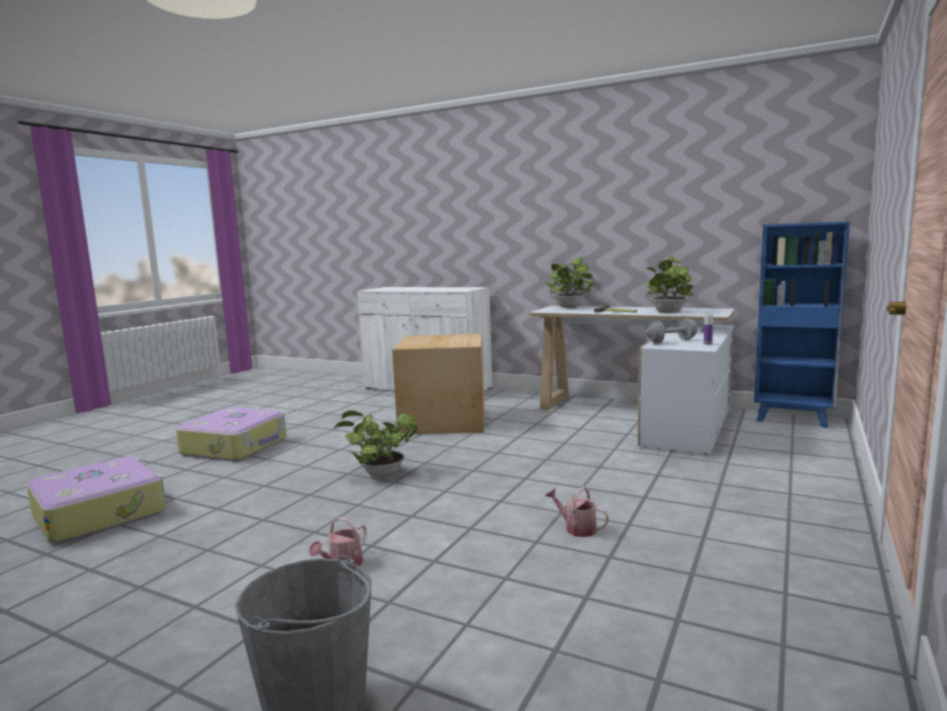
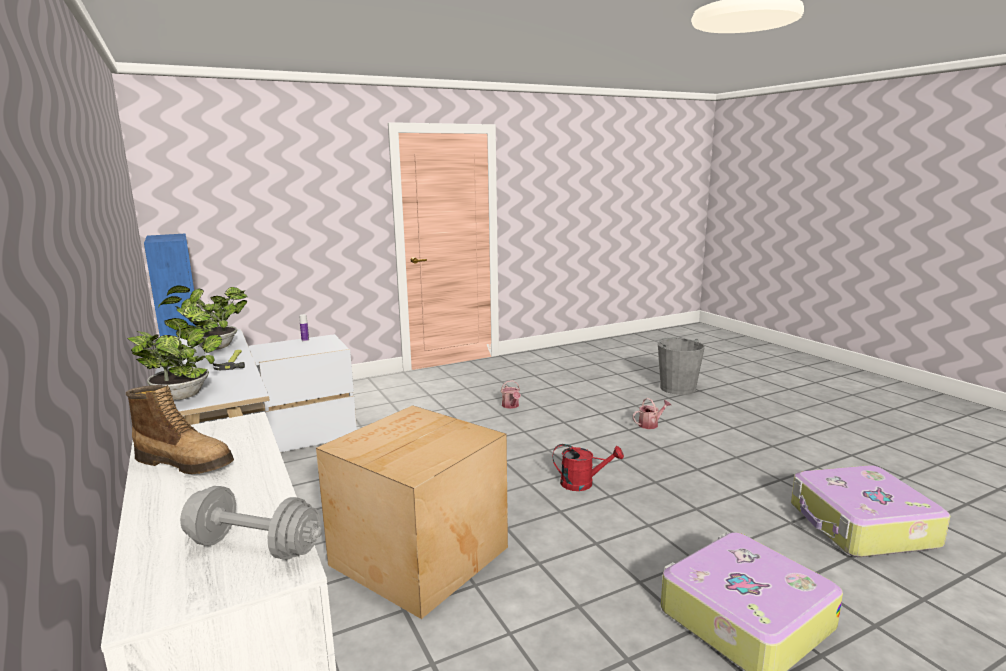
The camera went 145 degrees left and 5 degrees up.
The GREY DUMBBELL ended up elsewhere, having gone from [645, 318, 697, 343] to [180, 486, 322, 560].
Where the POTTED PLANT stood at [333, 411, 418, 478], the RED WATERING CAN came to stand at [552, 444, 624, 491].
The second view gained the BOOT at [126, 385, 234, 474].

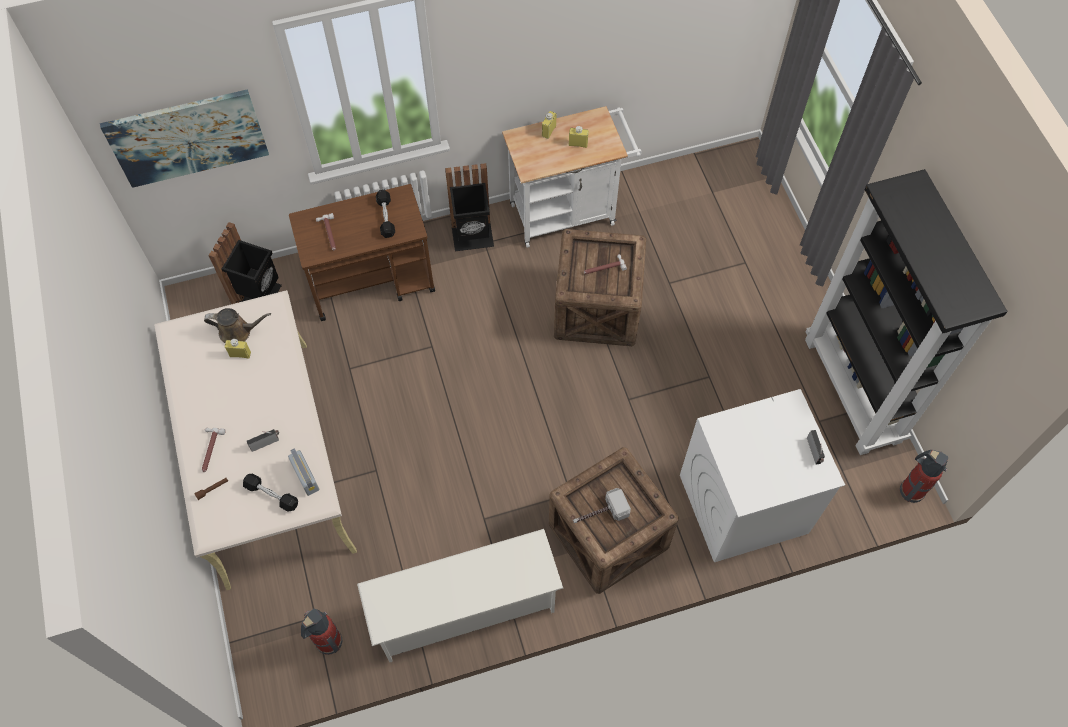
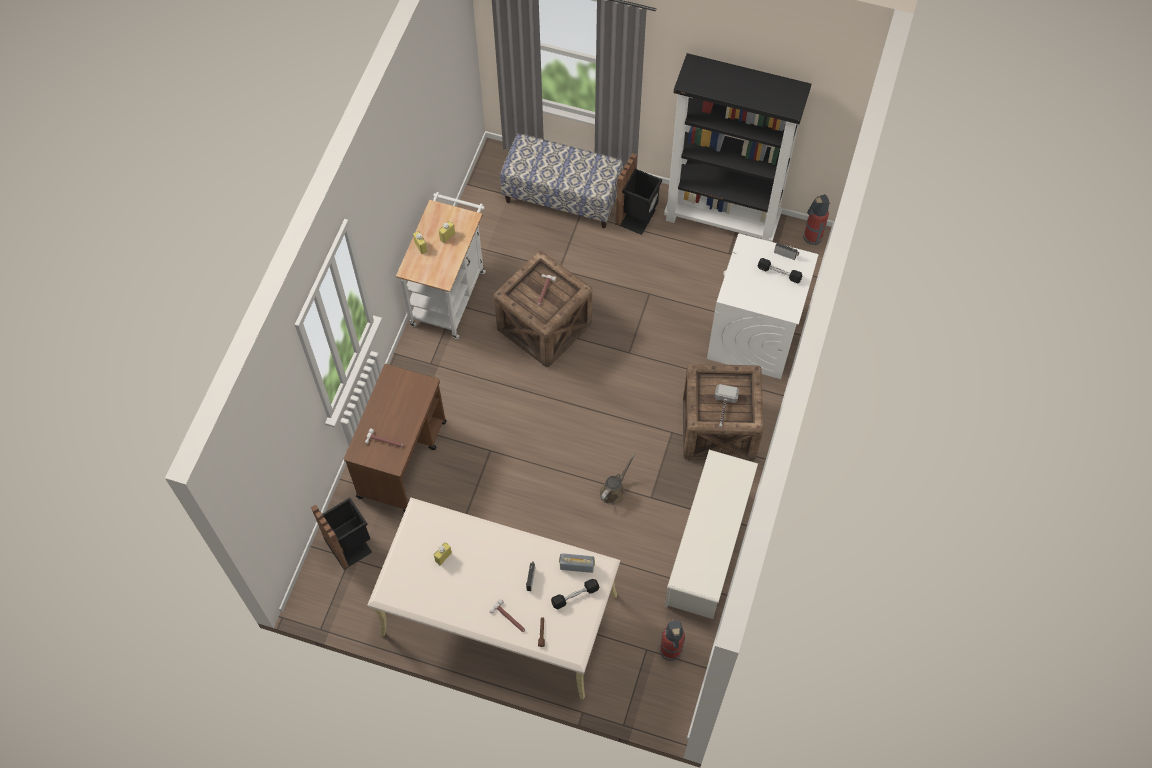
The camera went 55 degrees left and 0 degrees up.
The second view lost the PICTURE at [100, 89, 269, 188].
The BLACK TRASH CAN ended up elsewhere, having gone from [445, 163, 494, 251] to [615, 153, 662, 235].
The BLACK DUMBBELL ended up elsewhere, having gone from [376, 190, 395, 238] to [758, 258, 802, 283].
The BROWN WATERING CAN ended up elsewhere, having gone from [204, 308, 271, 343] to [600, 454, 635, 505].
The second view gained the BENCH at [500, 133, 623, 228].

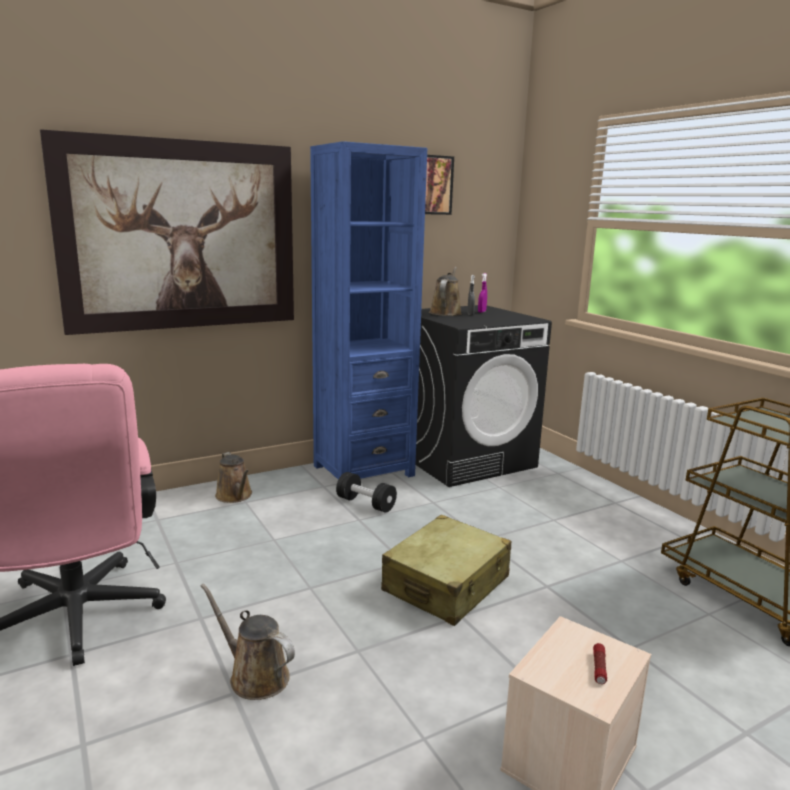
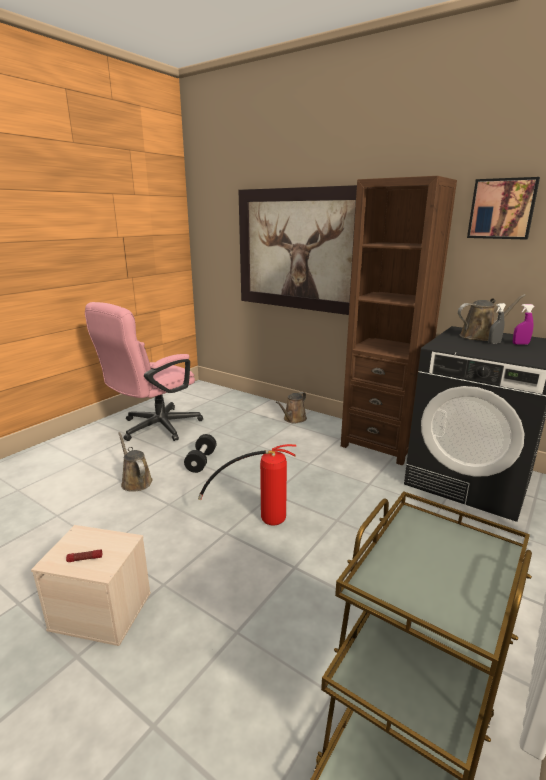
The camera went 65 degrees right and 5 degrees up.
What was the BLUE BOOKCASE at [310, 141, 427, 479] turned into the BROWN BOOKCASE at [341, 176, 457, 465].
The BLACK DUMBBELL ended up elsewhere, having gone from [336, 472, 397, 513] to [184, 434, 217, 473].
Where the BEIGE SUITCASE stood at [381, 515, 512, 626], the FIRE EXTINGUISHER came to stand at [198, 444, 296, 525].
The BROWN WATERING CAN at [201, 583, 295, 700] ended up facing another way, 45 degrees counterclockwise from before.

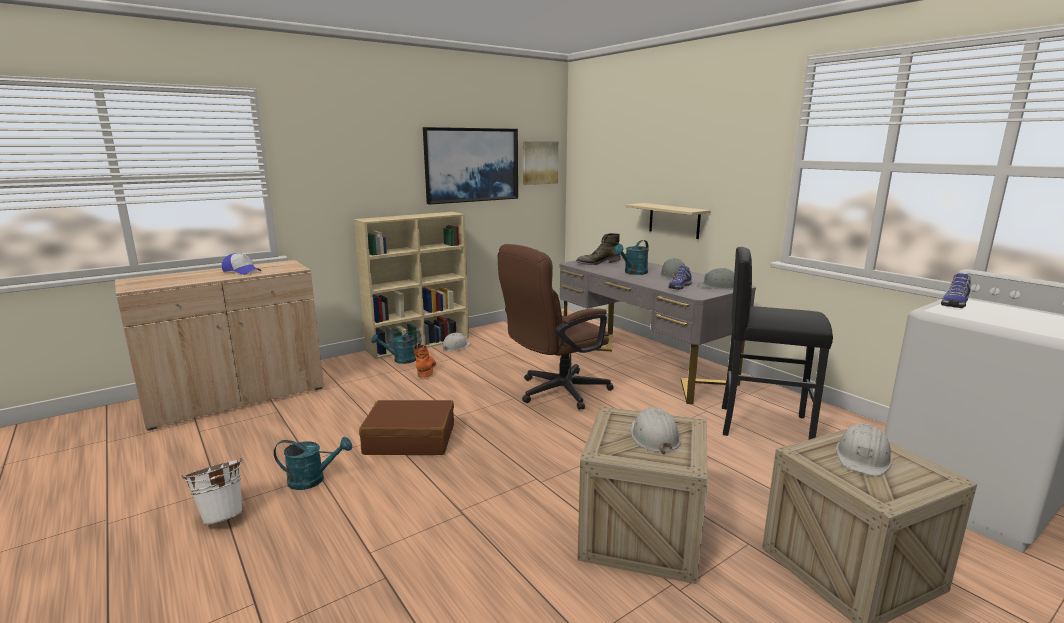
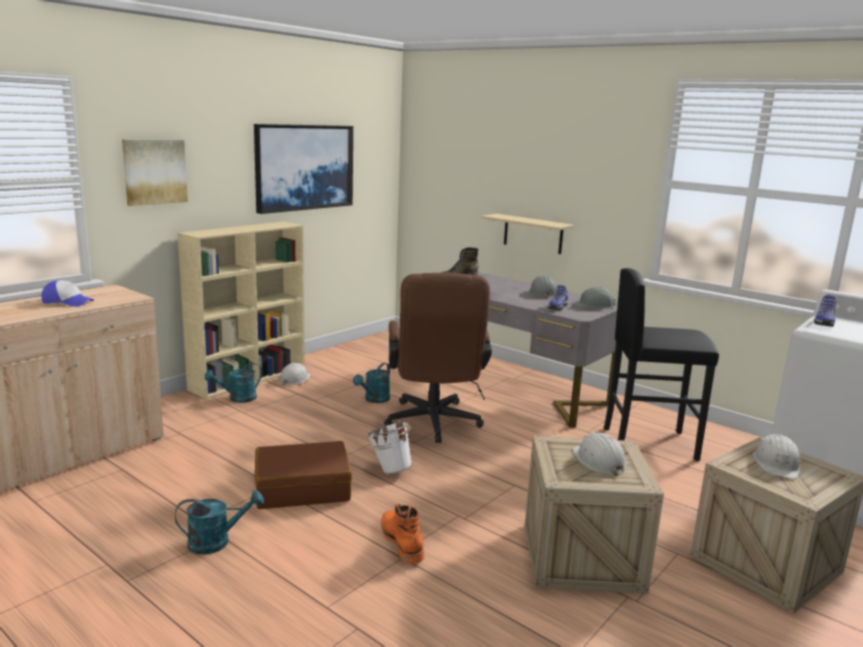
The camera went 15 degrees left and 0 degrees up.
The PICTURE ended up elsewhere, having gone from [523, 141, 558, 185] to [122, 140, 188, 206].
The TURQUOISE WATERING CAN ended up elsewhere, having gone from [614, 240, 649, 275] to [353, 363, 390, 403].
The BROWN OFFICE CHAIR at [498, 244, 613, 410] ended up facing another way, 45 degrees counterclockwise from before.
The ORANGE BOOT ended up elsewhere, having gone from [414, 343, 436, 378] to [381, 504, 424, 564].
The WHITE BUCKET ended up elsewhere, having gone from [181, 457, 243, 525] to [367, 420, 412, 474].

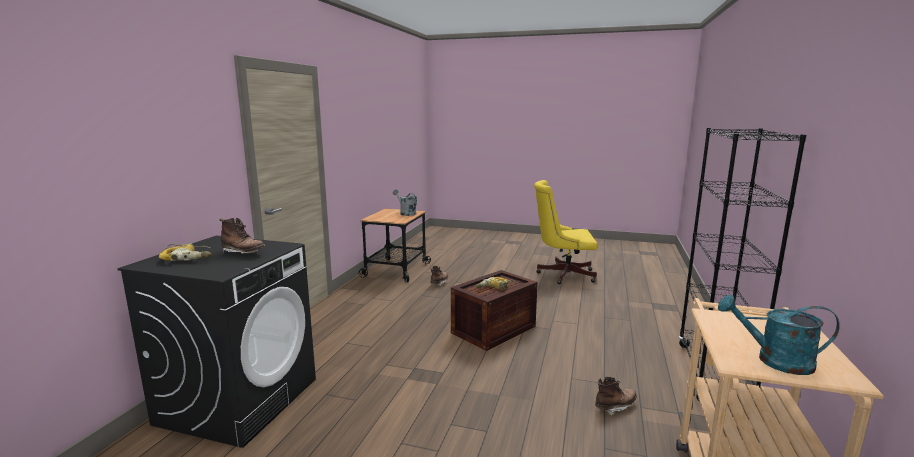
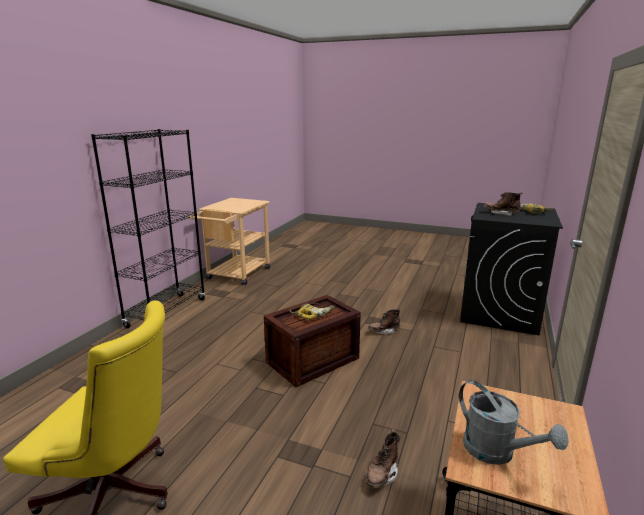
The camera went 175 degrees left and 5 degrees up.
The second view lost the TURQUOISE WATERING CAN at [718, 294, 840, 375].
The BROWN BOOT ended up elsewhere, having gone from [595, 377, 637, 416] to [368, 308, 400, 334].

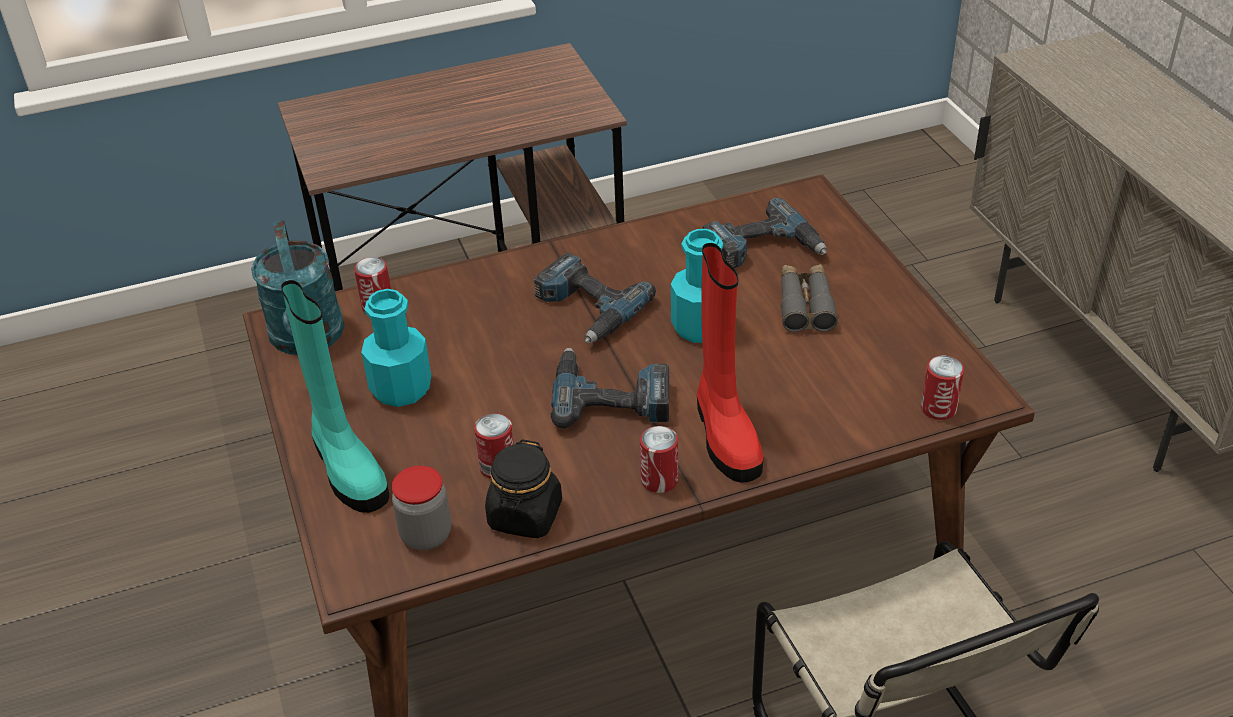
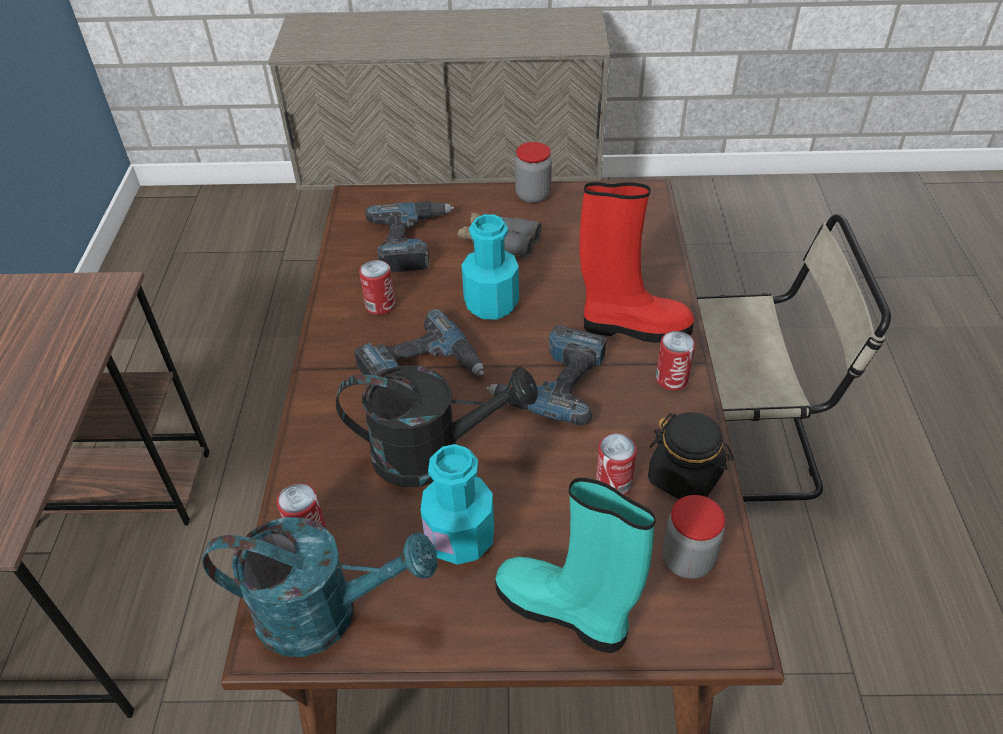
The camera went 70 degrees left and 5 degrees up.
The TURQUOISE BOOT at [281, 280, 389, 513] ended up facing another way, 135 degrees counterclockwise from before.
The CAN ended up elsewhere, having gone from [921, 356, 964, 420] to [359, 260, 395, 315].
The second view gained the JAR at [515, 142, 552, 203].
The second view gained the BLACK WATERING CAN at [336, 365, 538, 487].

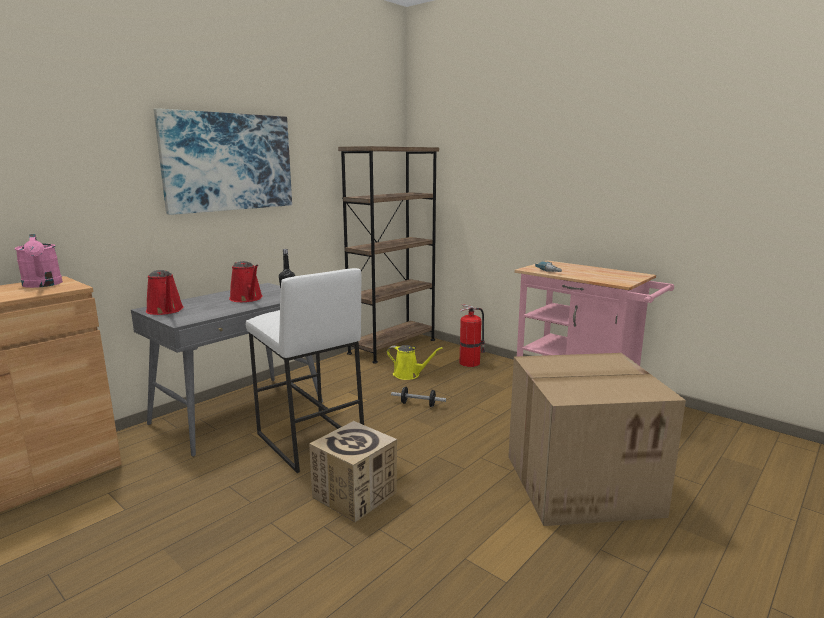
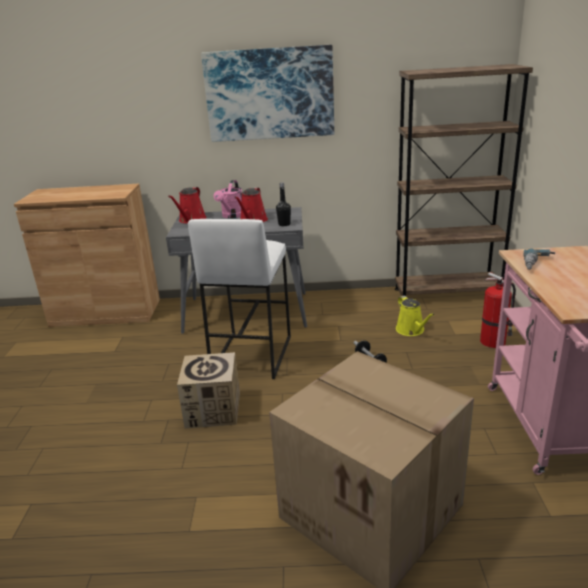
The camera went 50 degrees right and 10 degrees up.
The PINK WATERING CAN ended up elsewhere, having gone from [15, 234, 63, 288] to [214, 180, 242, 219].

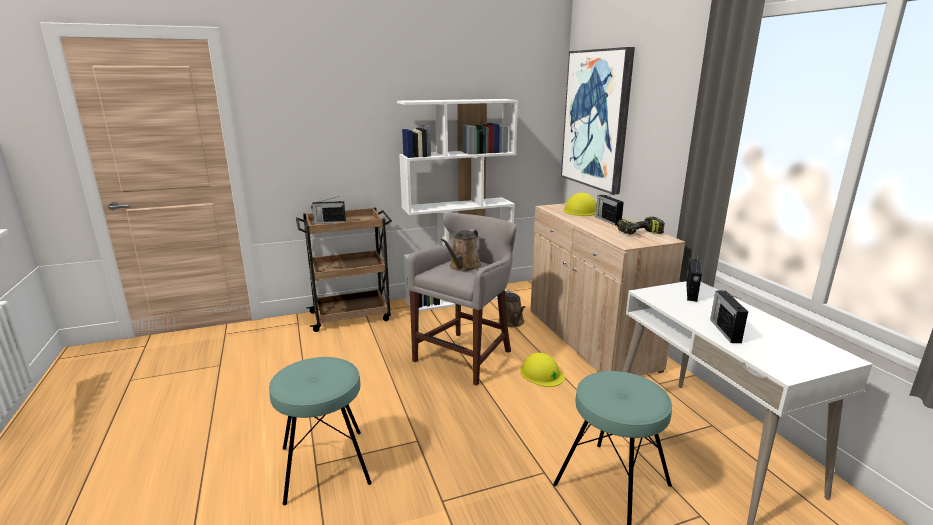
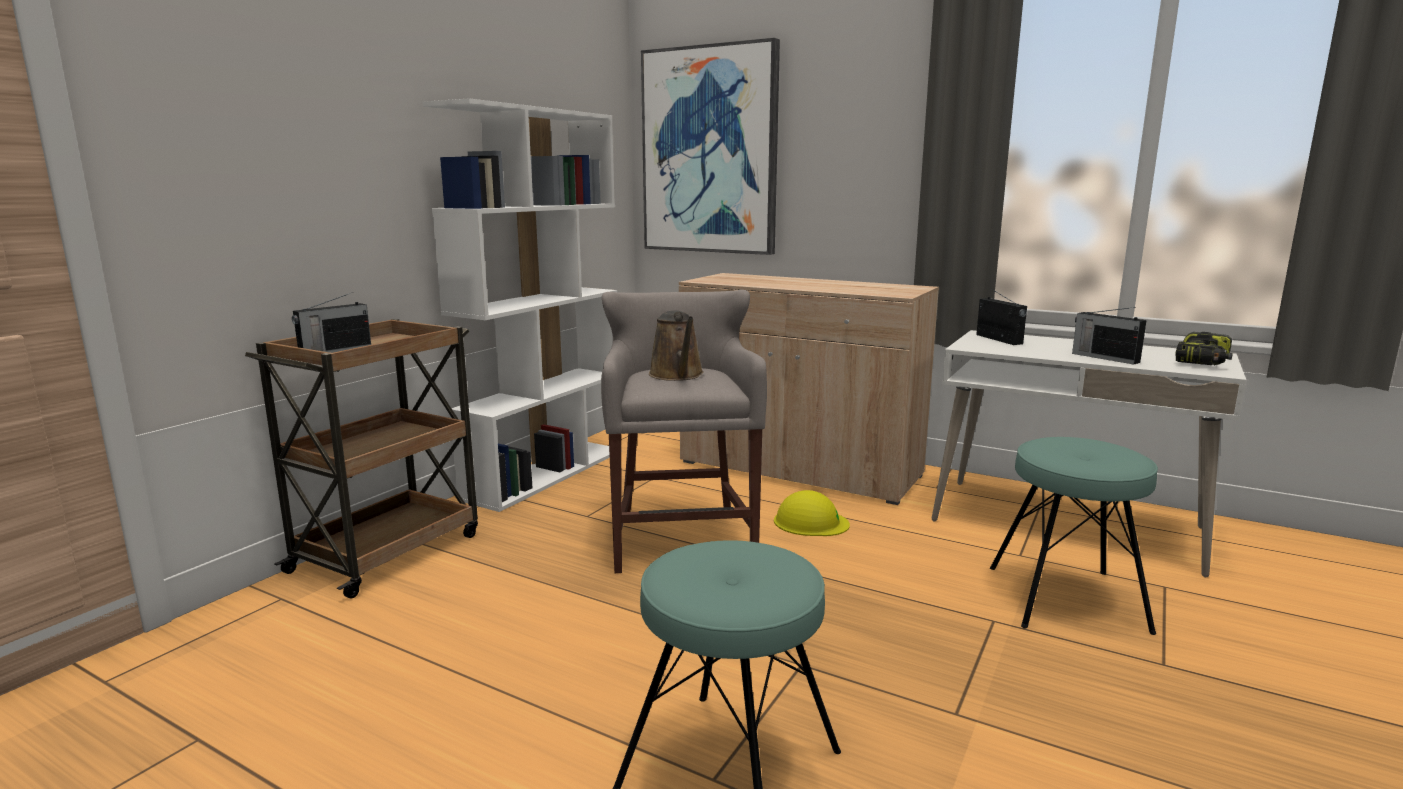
The camera went 40 degrees left and 5 degrees down.
The second view lost the YELLOW HARD HAT at [563, 193, 597, 216].
The second view lost the RADIO at [596, 194, 624, 225].
The POWER DRILL ended up elsewhere, having gone from [617, 217, 665, 235] to [1176, 332, 1233, 366].
The second view lost the BROWN WATERING CAN at [498, 290, 525, 327].

